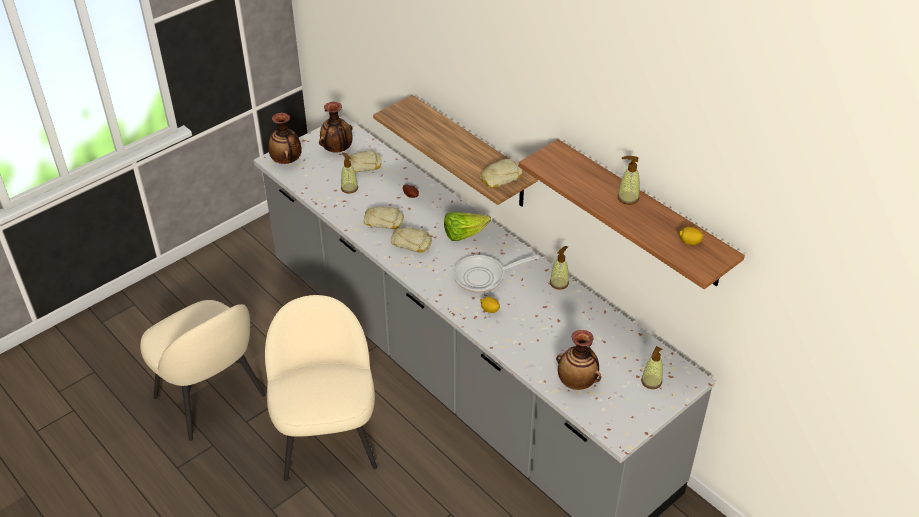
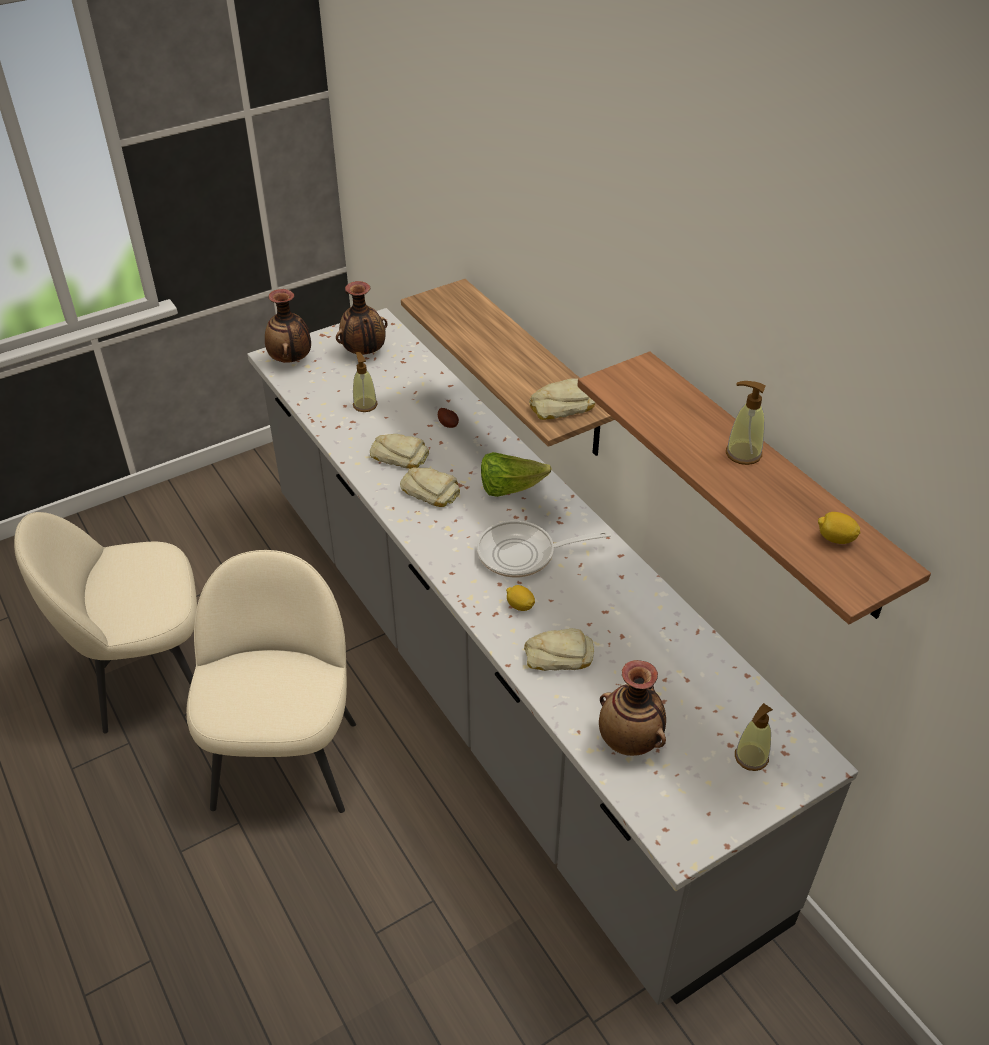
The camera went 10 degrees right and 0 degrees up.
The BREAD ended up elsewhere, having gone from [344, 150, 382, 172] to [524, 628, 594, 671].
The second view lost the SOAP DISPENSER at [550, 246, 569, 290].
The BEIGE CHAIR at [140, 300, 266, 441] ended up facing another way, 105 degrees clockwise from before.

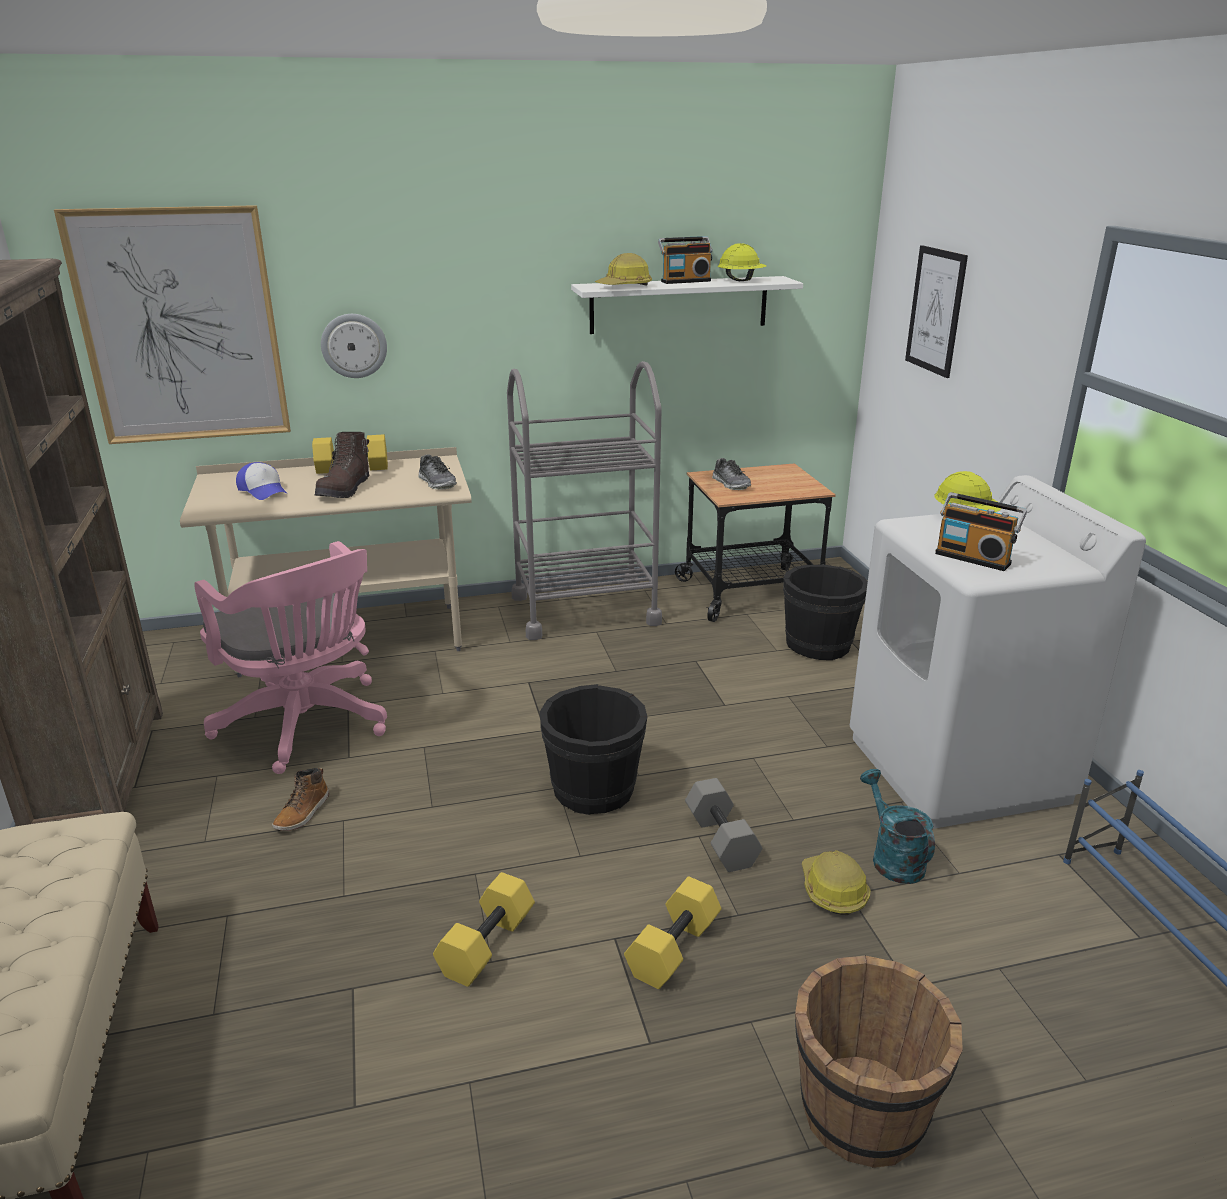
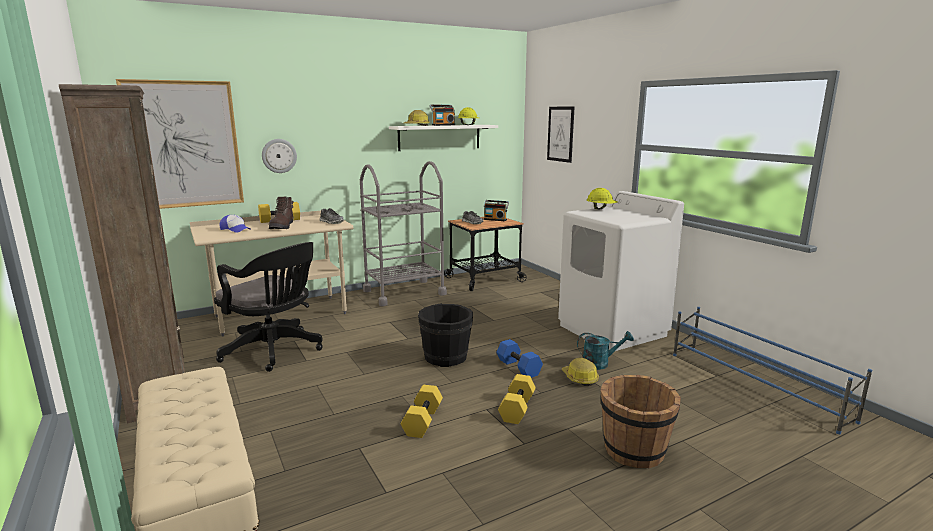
The camera went 15 degrees left and 10 degrees down.
The RADIO ended up elsewhere, having gone from [935, 492, 1027, 571] to [484, 200, 509, 221].
What was the PINK OFFICE CHAIR at [194, 541, 387, 774] turned into the BLACK OFFICE CHAIR at [214, 242, 323, 372].
The second view lost the BLACK BUCKET at [783, 565, 868, 660].
The second view lost the BOOT at [272, 768, 329, 831].
The TURQUOISE WATERING CAN at [860, 769, 935, 884] ended up facing another way, 120 degrees clockwise from before.
What was the GREY DUMBBELL at [685, 778, 763, 872] turned into the BLUE DUMBBELL at [497, 339, 543, 378].

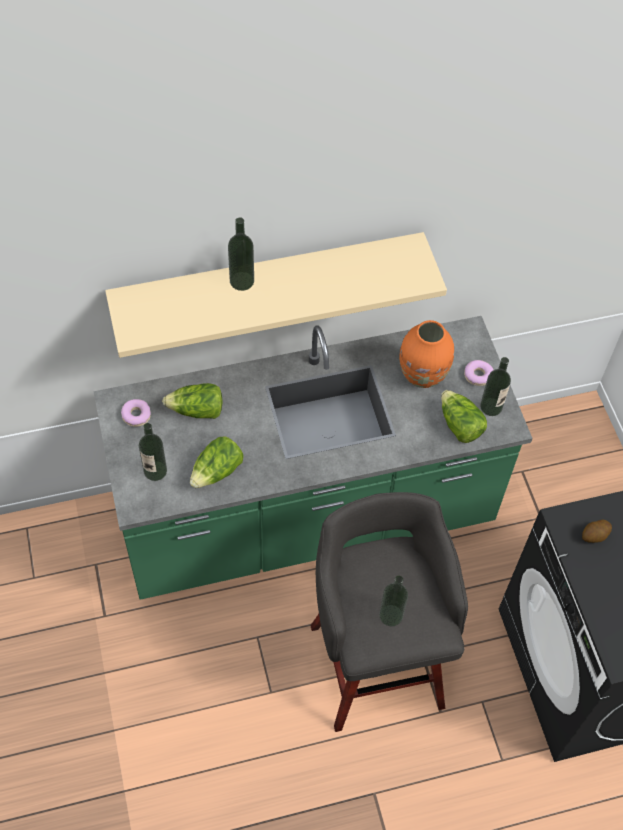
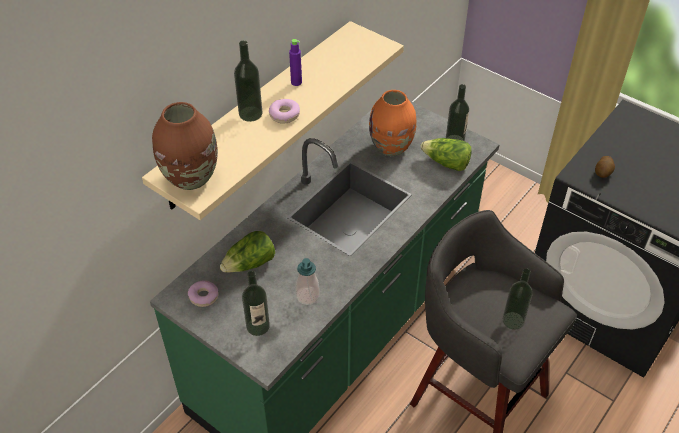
The camera went 35 degrees left and 10 degrees down.
The DONUT ended up elsewhere, having gone from [464, 360, 494, 386] to [269, 99, 300, 124].
Where the LETTUCE stood at [190, 436, 243, 488], the SOAP DISPENSER came to stand at [296, 258, 320, 305].
The second view gained the PURPLE BOTTLE at [289, 39, 302, 86].
The second view gained the BROWN VASE at [152, 102, 218, 190].

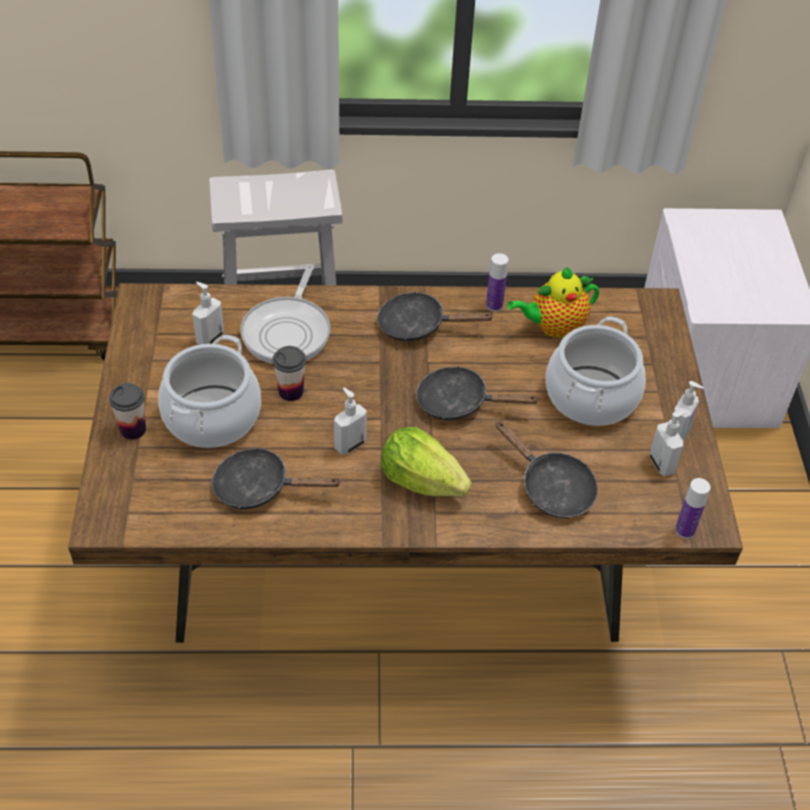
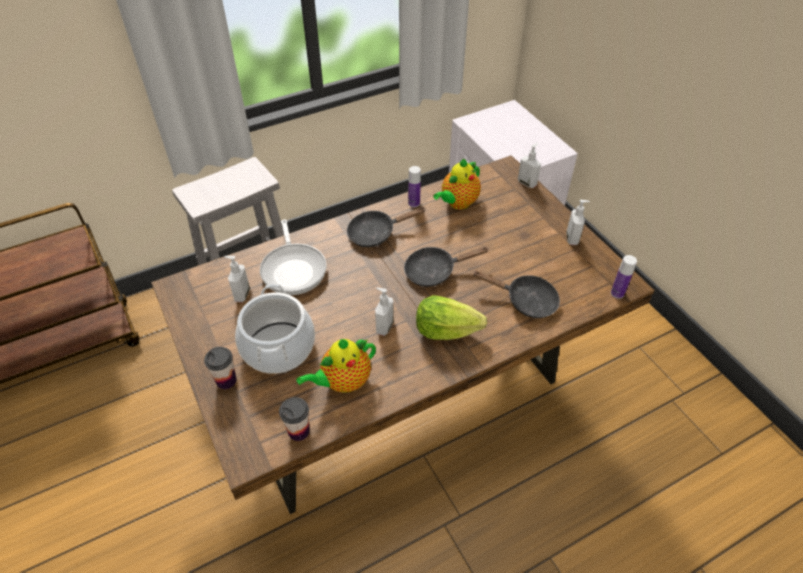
The camera went 25 degrees left and 0 degrees up.
The second view lost the COOKING POT at [546, 317, 646, 426].
The CUP ended up elsewhere, having gone from [272, 346, 306, 401] to [279, 397, 310, 441].
The SOAP DISPENSER ended up elsewhere, having gone from [650, 411, 687, 477] to [518, 143, 541, 188].
Where the BLACK FRYING PAN stood at [212, 447, 342, 510], the TEAPOT came to stand at [296, 339, 376, 393].

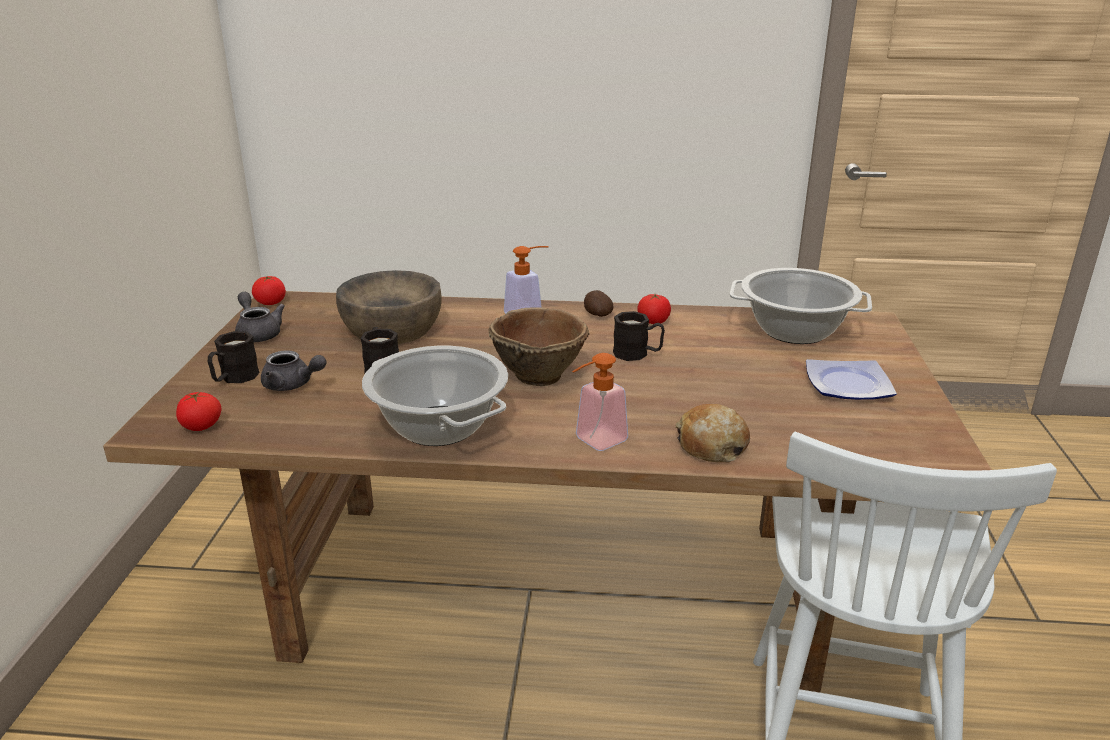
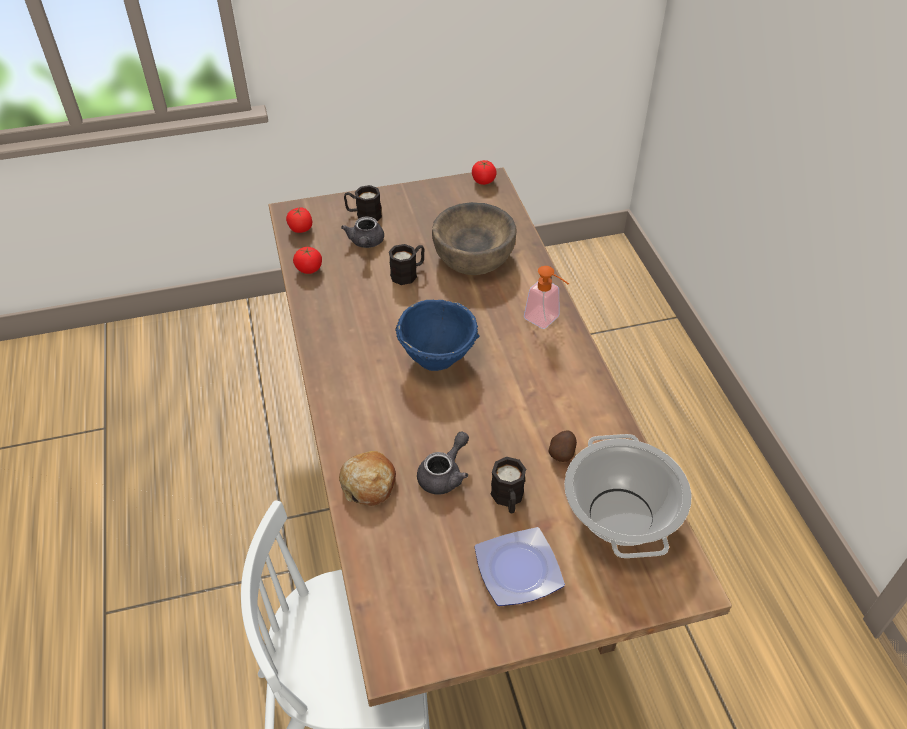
The camera went 70 degrees right and 20 degrees up.
The POTATO ended up elsewhere, having gone from [584, 290, 614, 317] to [548, 430, 577, 462].
The GREY TEAPOT ended up elsewhere, having gone from [235, 292, 285, 342] to [417, 431, 469, 495].
The TOMATO ended up elsewhere, having gone from [637, 294, 671, 324] to [293, 247, 322, 274].
What was the BROWN BOWL at [488, 307, 590, 386] turned into the BLUE BOWL at [395, 300, 480, 371].
The BLACK MUG ended up elsewhere, having gone from [613, 311, 665, 361] to [491, 457, 526, 513].
The second view lost the COOKING POT at [362, 346, 508, 446].
The second view lost the SOAP DISPENSER at [572, 353, 628, 451].

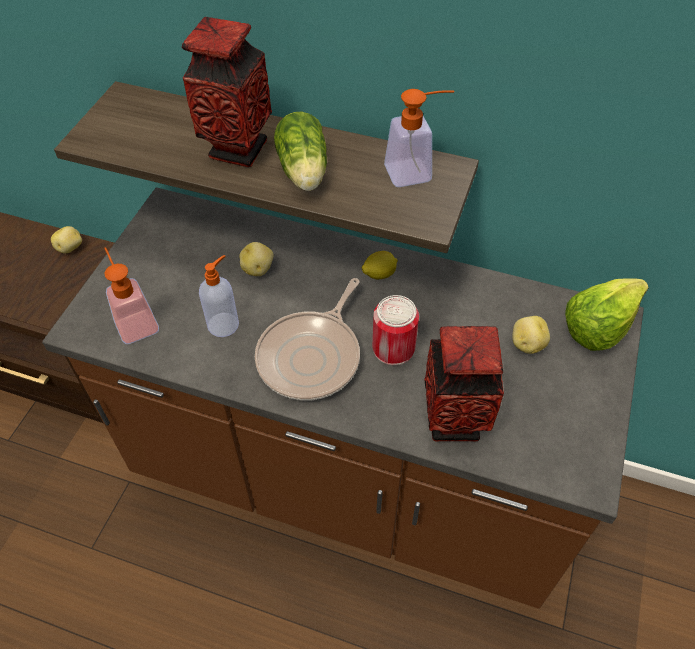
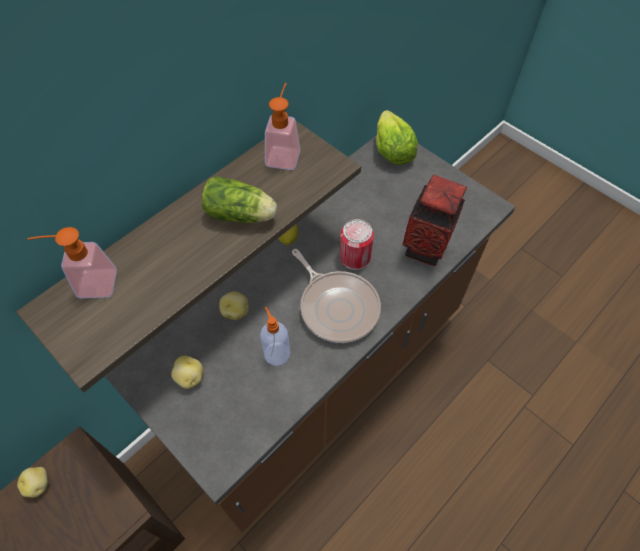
The camera went 65 degrees left and 5 degrees up.
The second view lost the VASE at [182, 17, 272, 167].
The SOAP DISPENSER ended up elsewhere, having gone from [105, 247, 159, 344] to [27, 227, 117, 298].
The POTATO ended up elsewhere, having gone from [512, 316, 550, 354] to [171, 356, 203, 389].

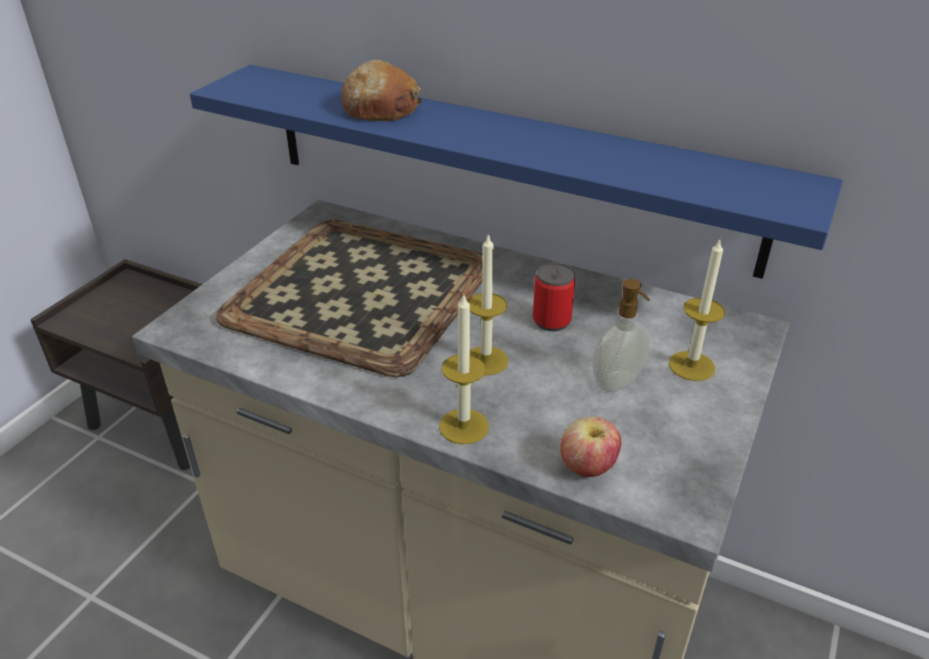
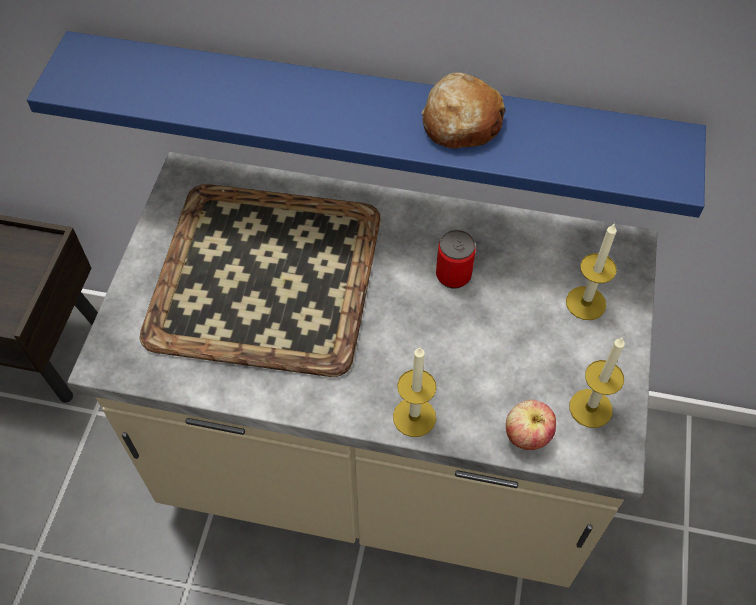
The camera went 15 degrees left and 20 degrees up.
The BREAD ended up elsewhere, having gone from [341, 60, 422, 121] to [422, 72, 506, 149].
The CANDLE ended up elsewhere, having gone from [467, 233, 508, 375] to [569, 337, 625, 428].
The second view lost the SOAP DISPENSER at [593, 279, 650, 392].

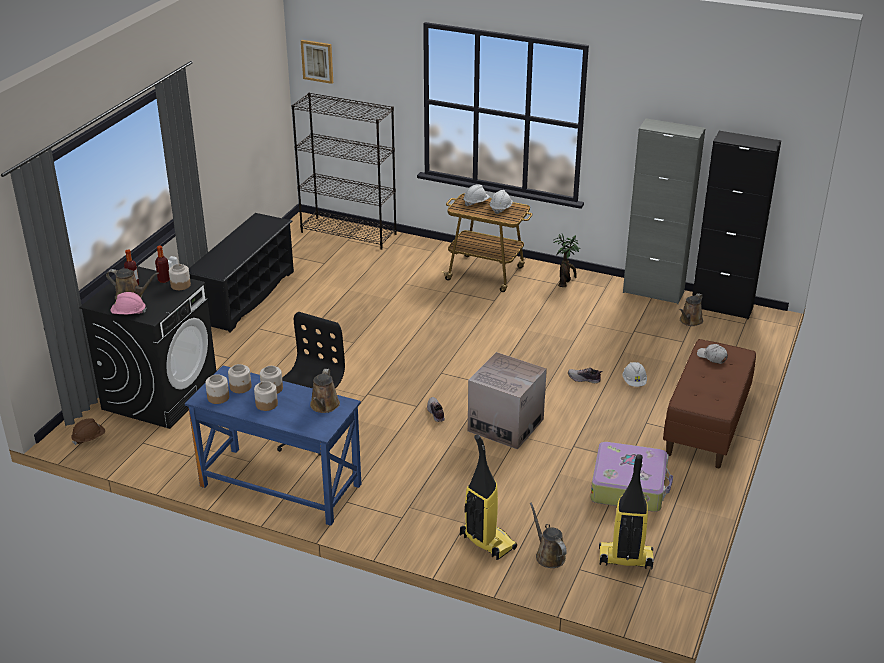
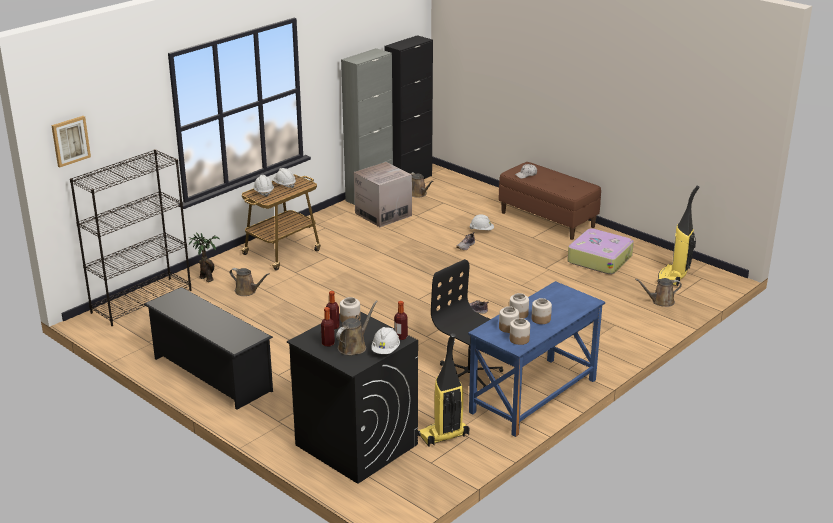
The camera went 70 degrees left and 5 degrees down.
The POTTED PLANT ended up elsewhere, having gone from [553, 234, 580, 287] to [189, 232, 220, 282].
What was the PINK HARD HAT at [110, 292, 146, 314] turned into the WHITE HARD HAT at [372, 327, 400, 354].
The CARDBOARD BOX ended up elsewhere, having gone from [468, 352, 547, 449] to [354, 162, 412, 227].
The BROWN WATERING CAN ended up elsewhere, having gone from [310, 369, 340, 413] to [230, 268, 270, 296].
The second view lost the BROWN HARD HAT at [71, 419, 105, 445].
The VACUUM CLEANER ended up elsewhere, having gone from [460, 434, 517, 560] to [418, 333, 469, 447].
The second view gained the BOTTLE at [394, 301, 408, 340].

